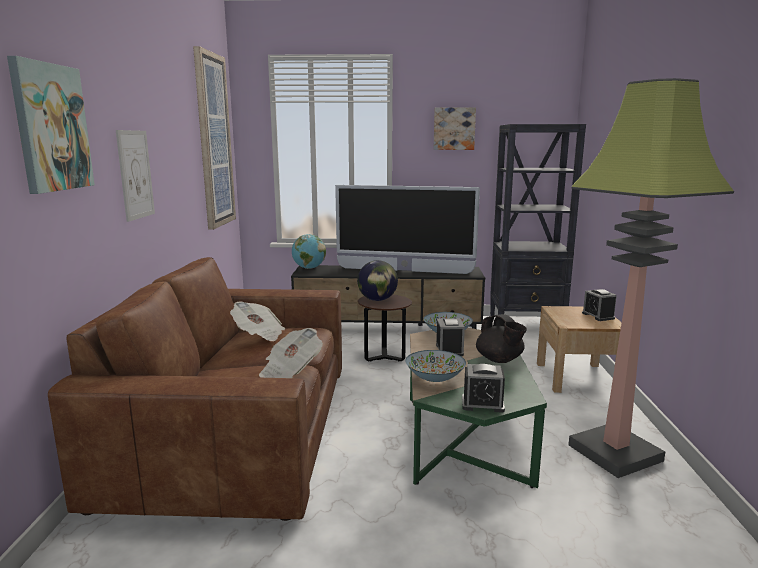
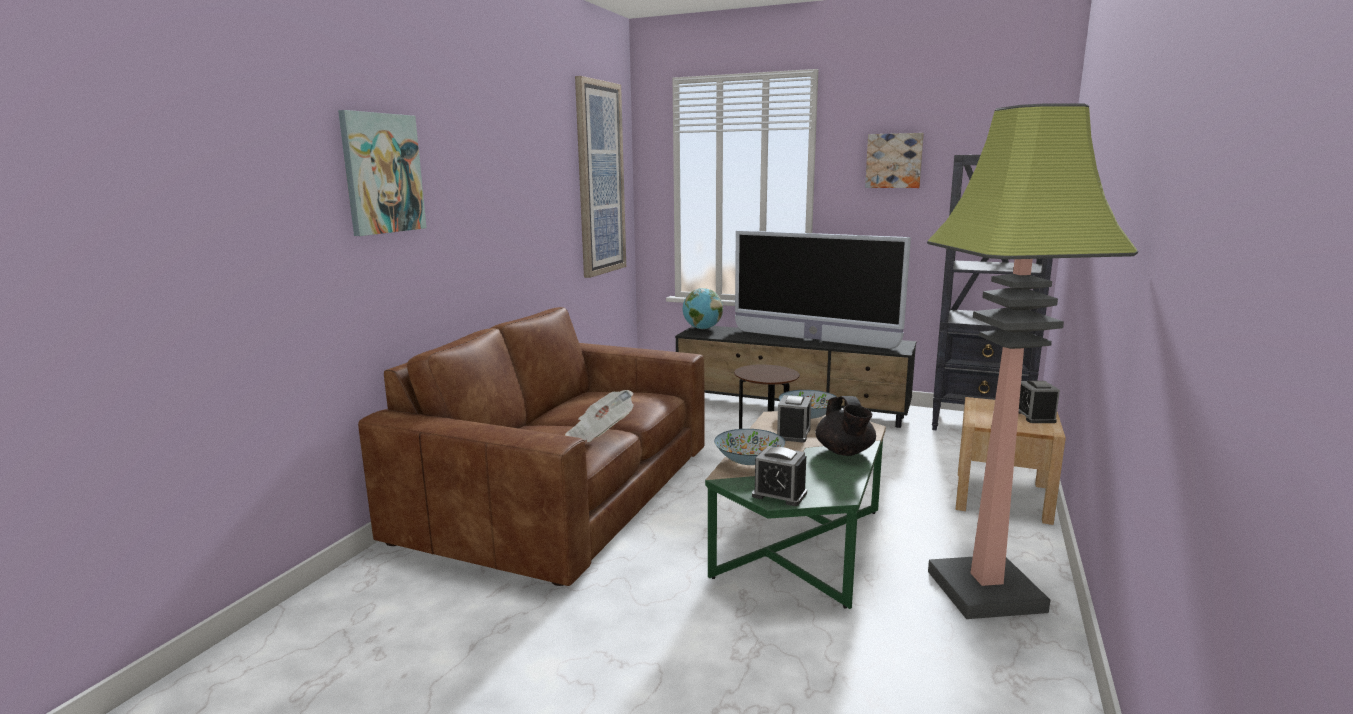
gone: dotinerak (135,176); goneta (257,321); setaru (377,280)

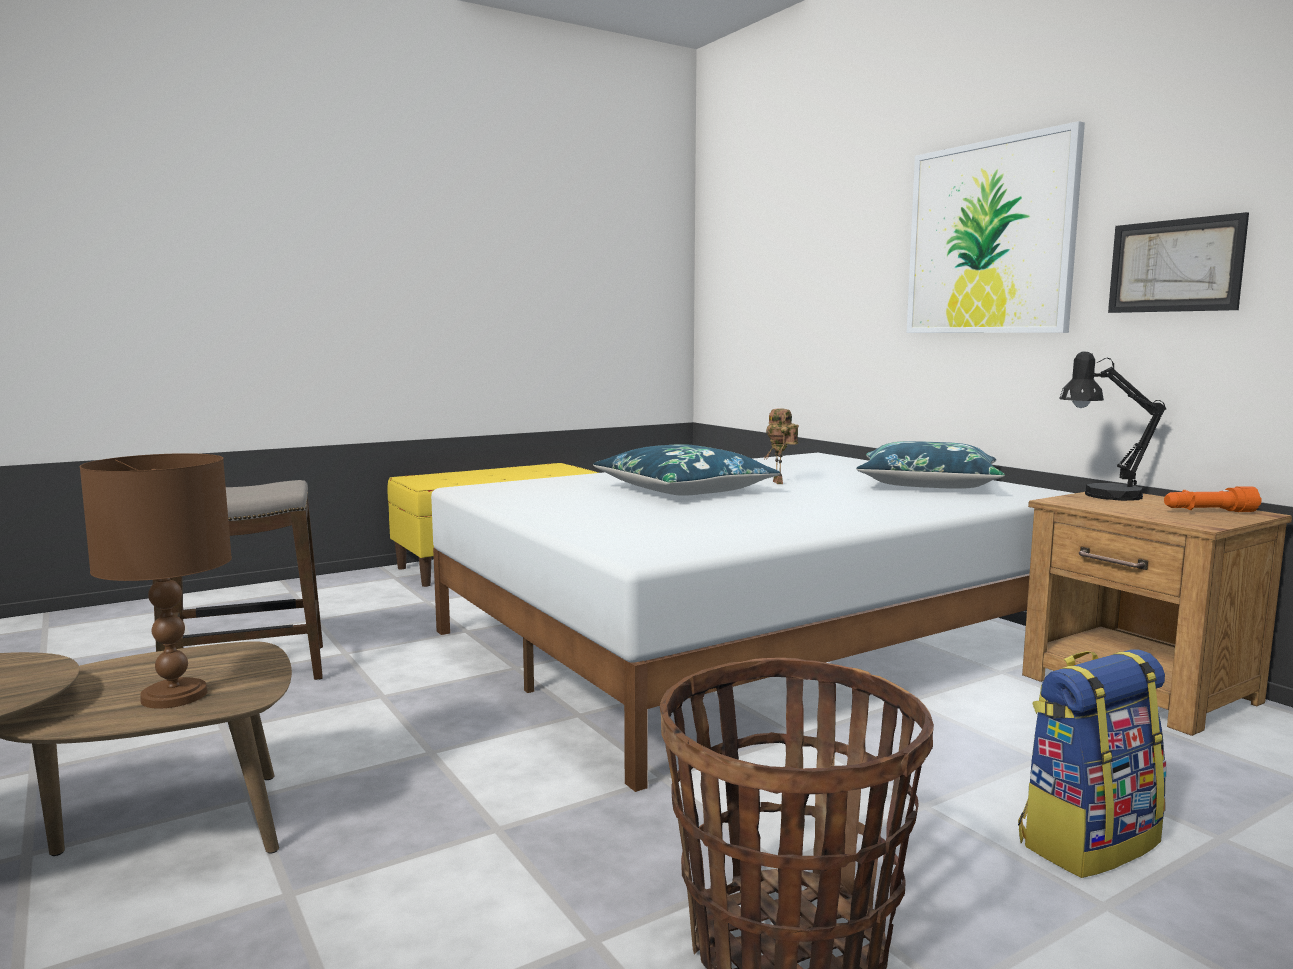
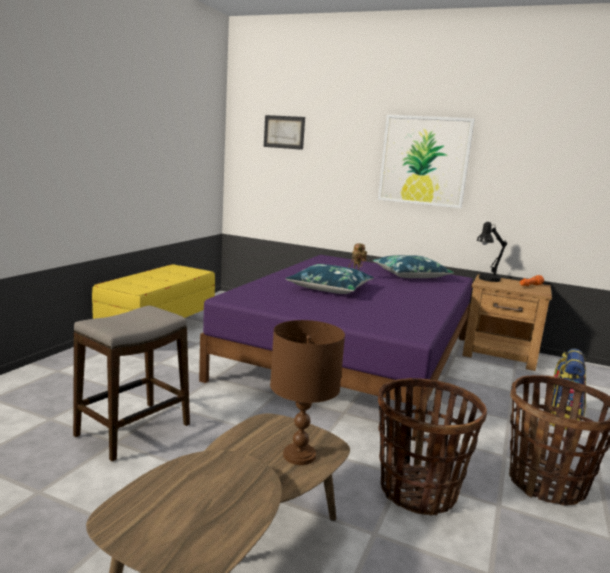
new: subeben (432,447)
shifted: dotinerak (1178,262) to (284,132)
repainted: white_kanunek (752,622) to purple_kanunek (336,348)

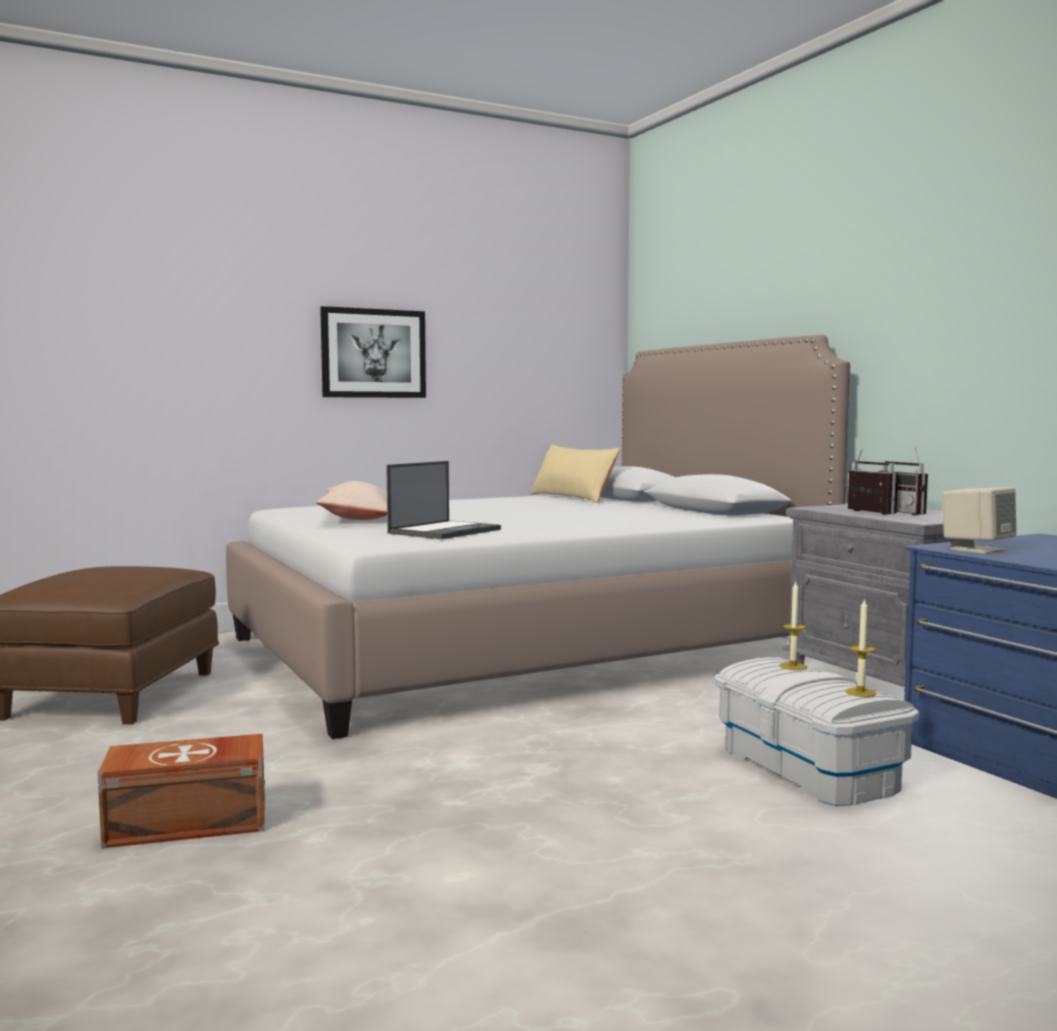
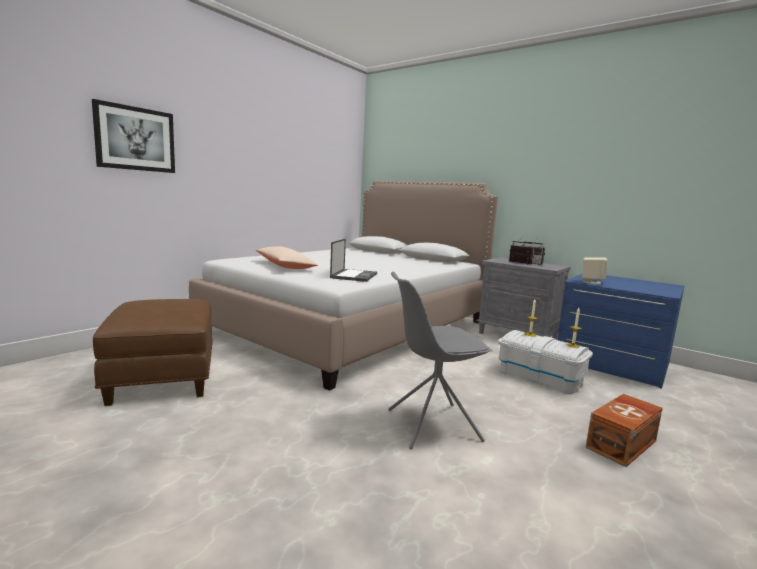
gone: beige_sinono (575,473)
new: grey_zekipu (440,360)
shifted: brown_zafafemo (181,791) to (624,430); dotinerak (373,352) to (133,136)

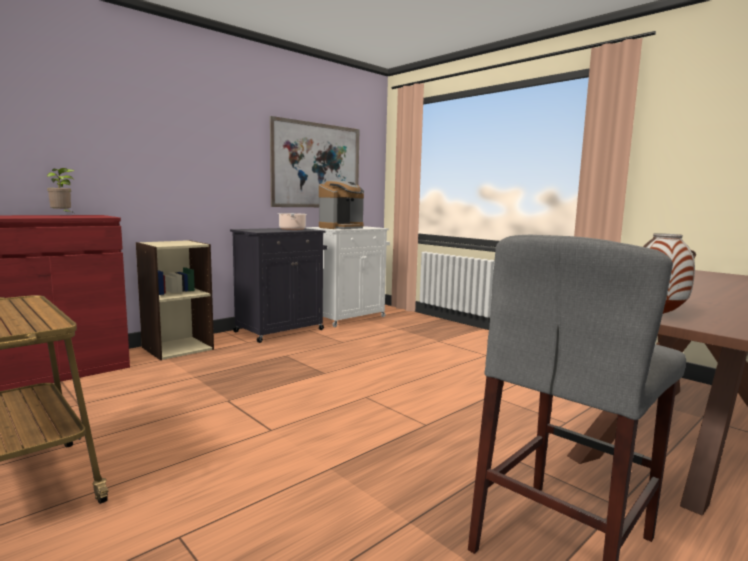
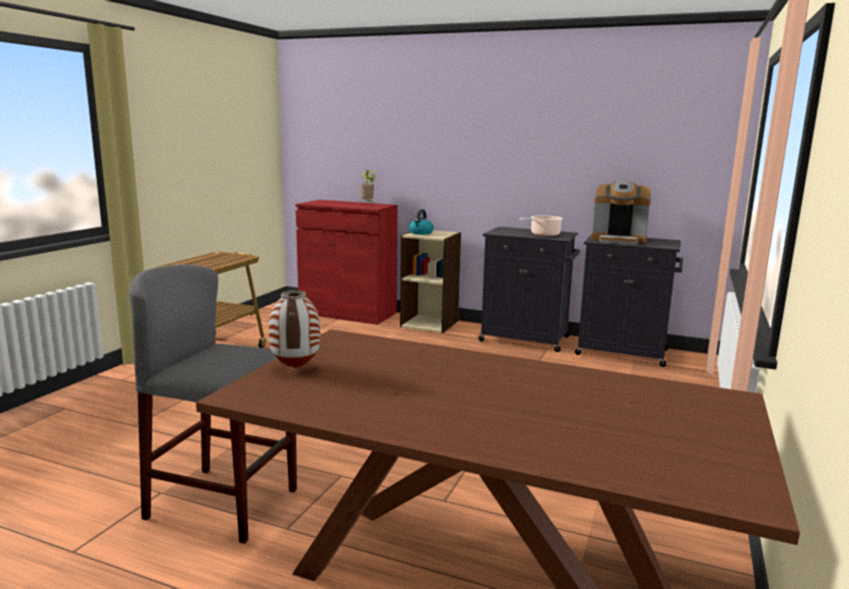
gone: dotinerak (314,161)
new: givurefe (421,222)
repainted: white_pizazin (348,276) to black_pizazin (629,300)

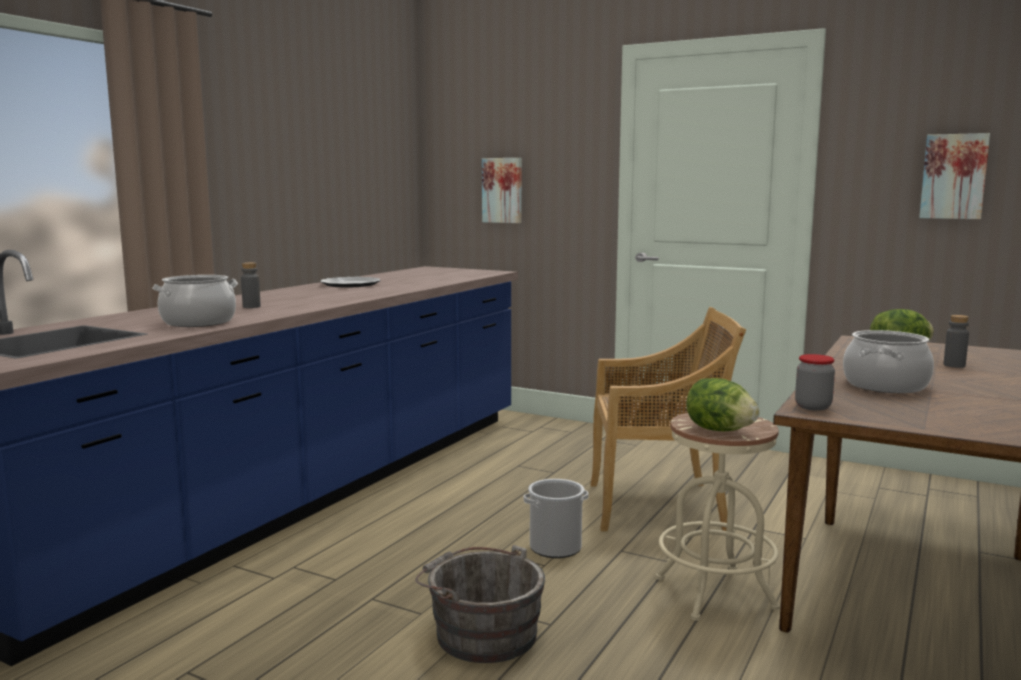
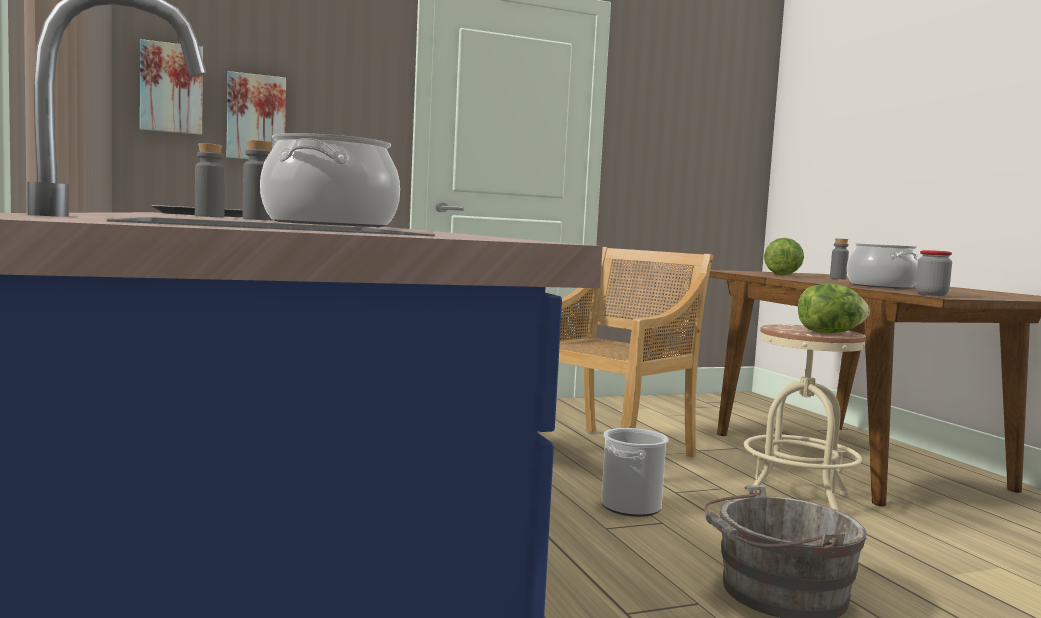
new: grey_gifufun (210,180)
shifted: dotinerak (954,176) to (171,87)

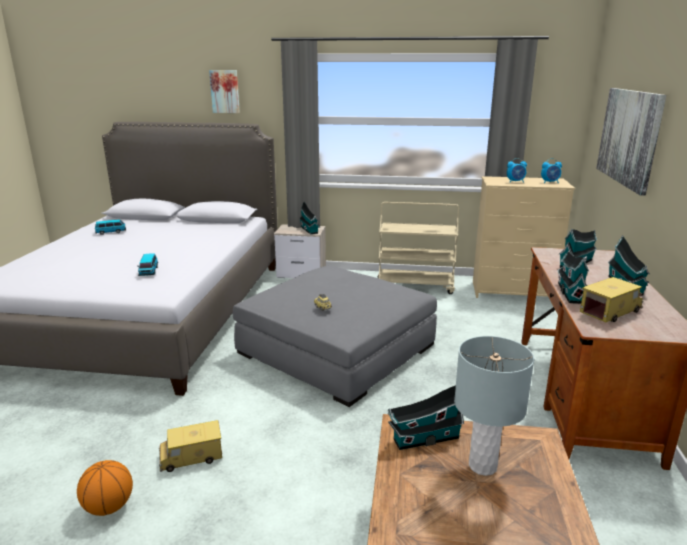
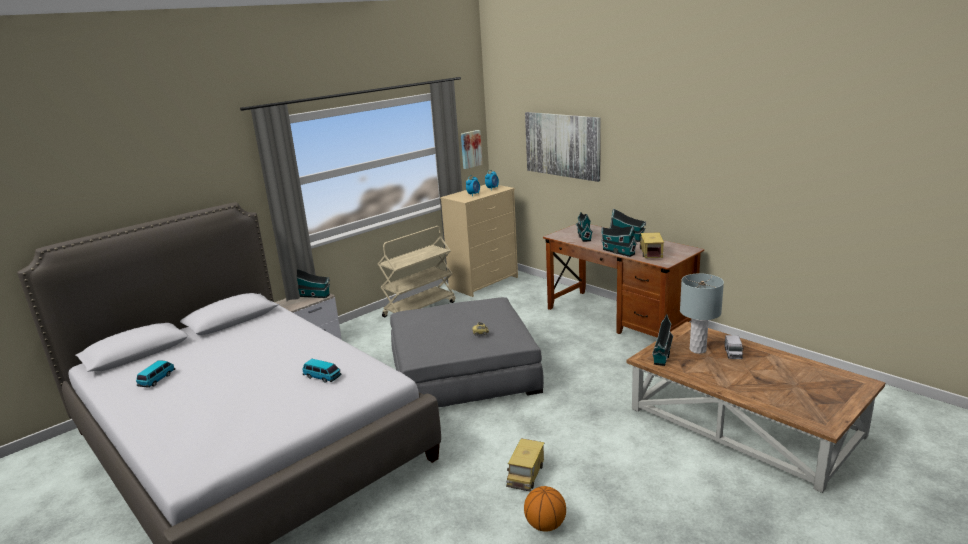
new: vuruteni (734,347)
shifted: dotinerak (224,91) to (471,149)

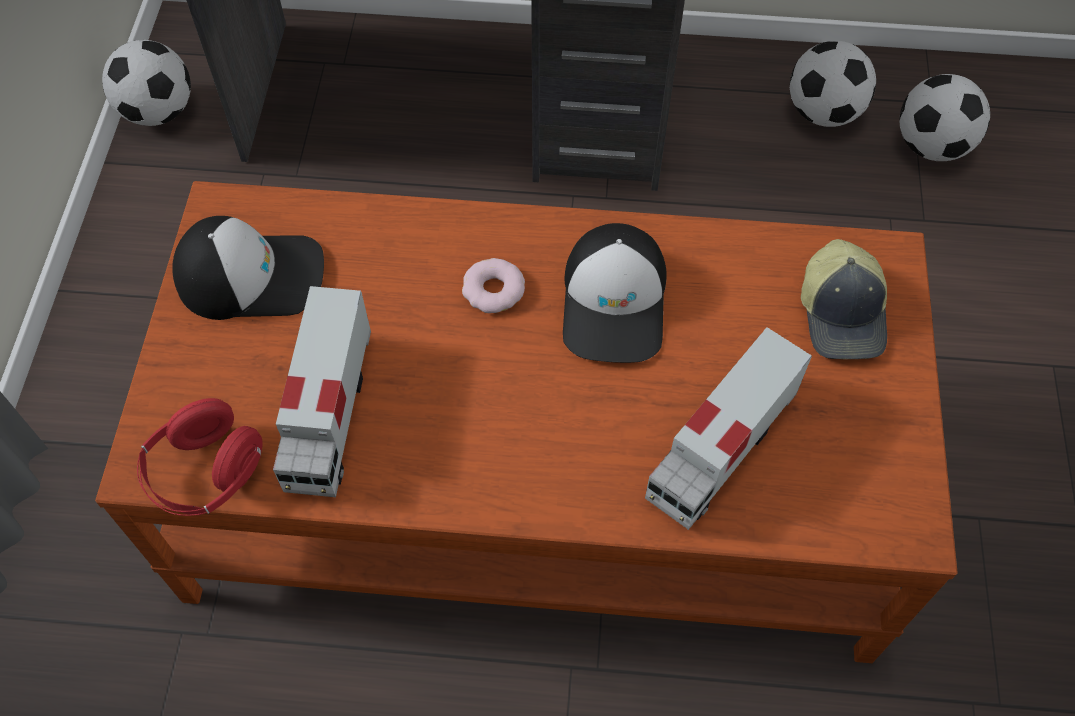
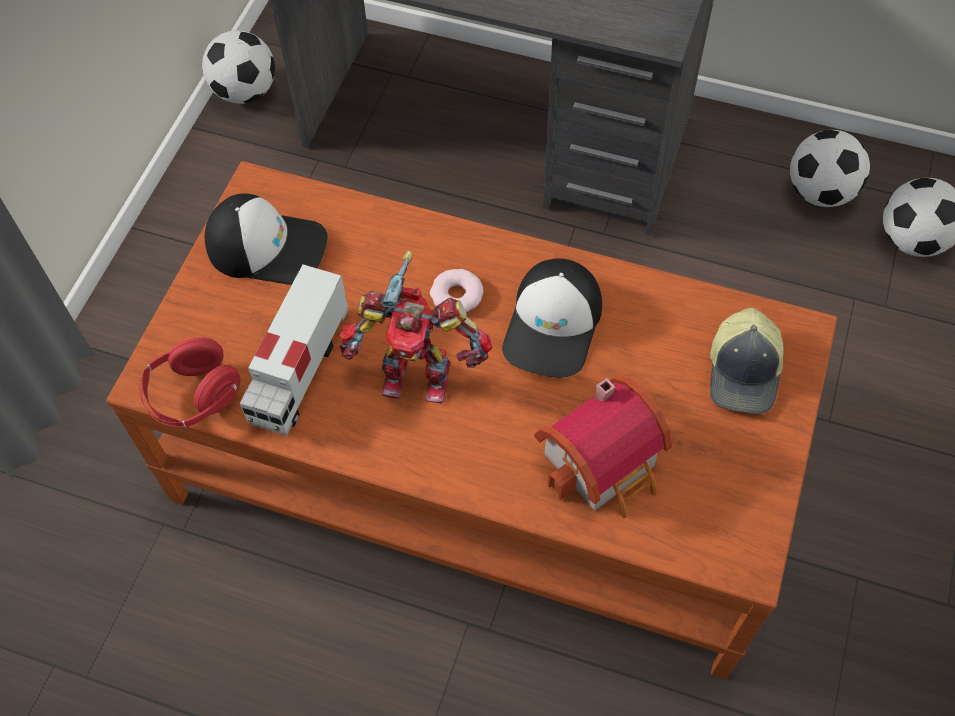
new: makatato (416,327)
swapped: vuruteni (728,428) to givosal (603,446)

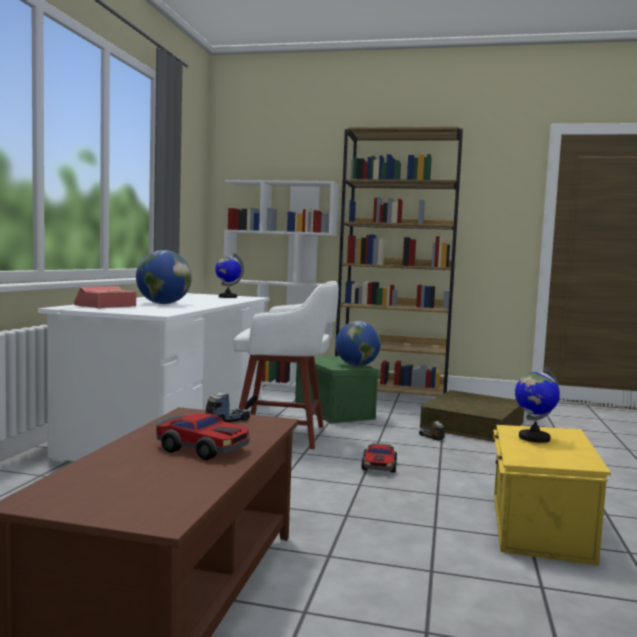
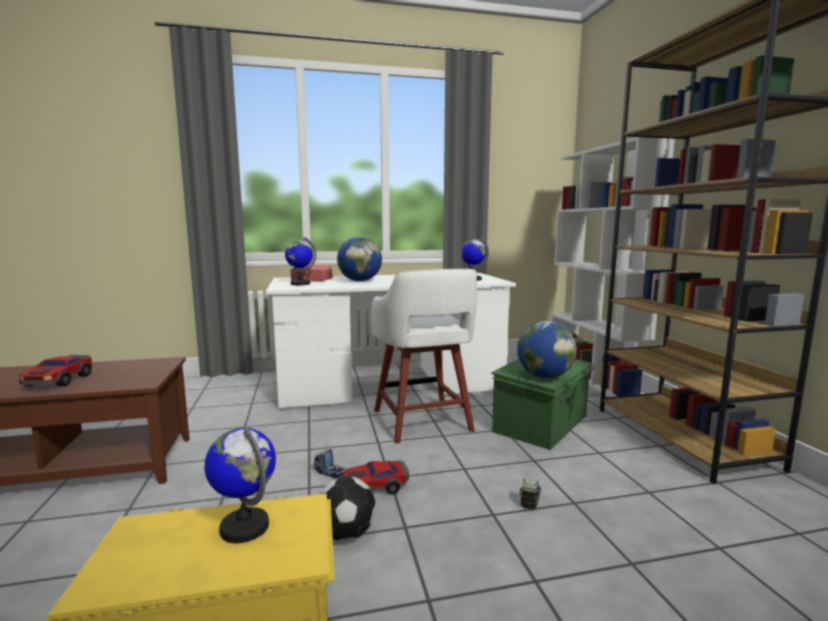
gone: brown_zafafemo (472,416)
new: setaru (301,261); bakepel (348,508)
shifted: vuruteni (228,406) to (330,464)

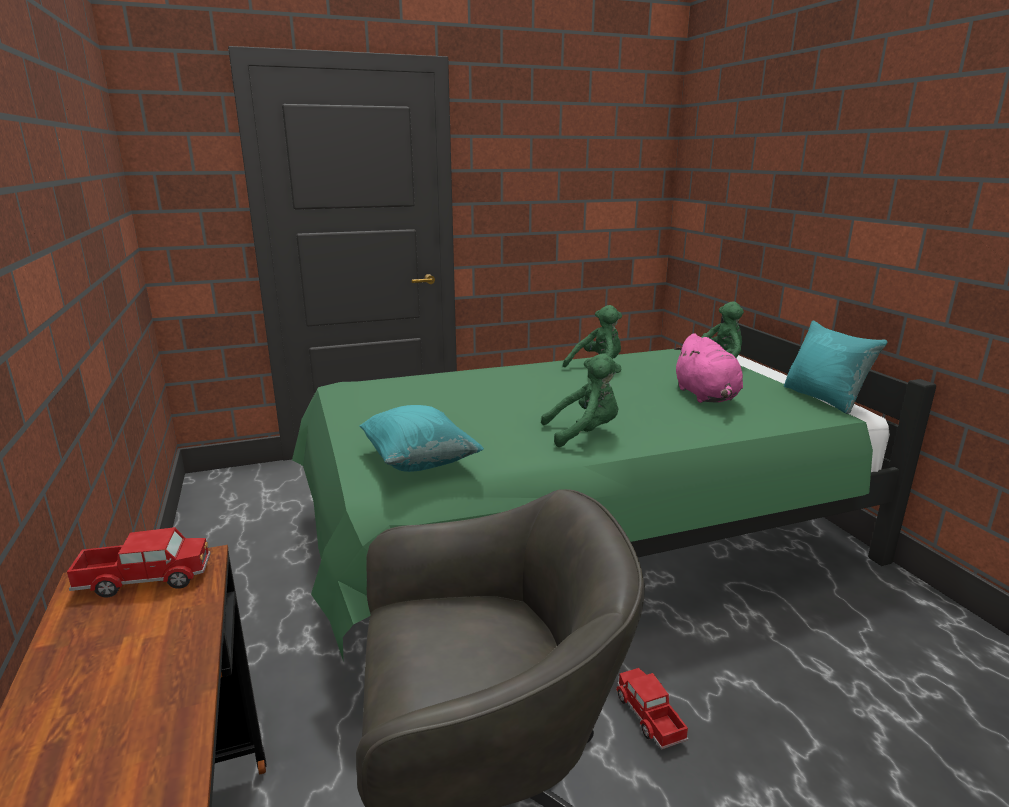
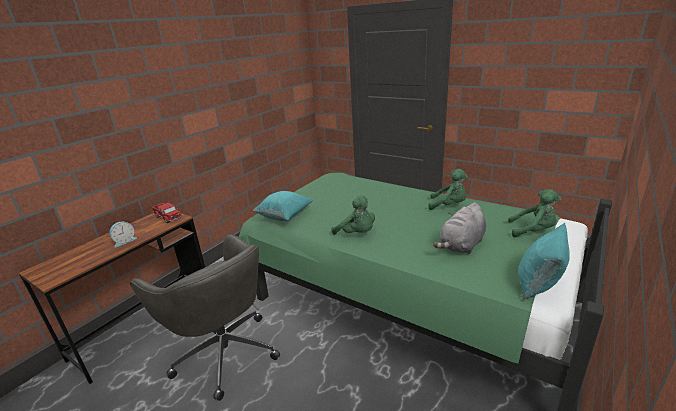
gone: vuruteni (652,709)
new: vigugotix (123,234)
repainted: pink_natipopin (708,368) to grey_natipopin (459,228)

